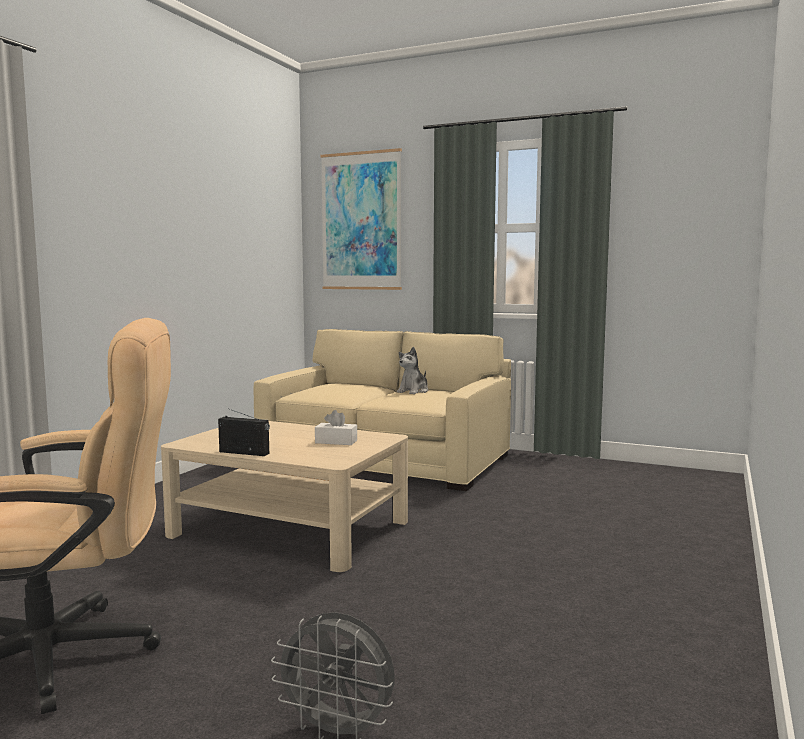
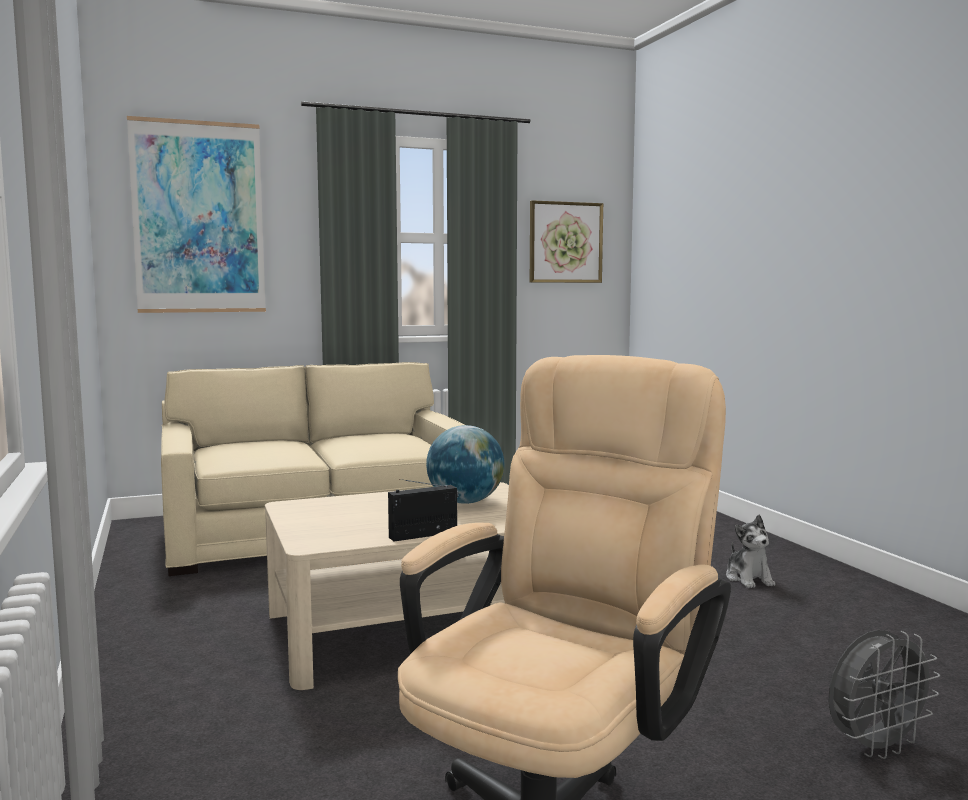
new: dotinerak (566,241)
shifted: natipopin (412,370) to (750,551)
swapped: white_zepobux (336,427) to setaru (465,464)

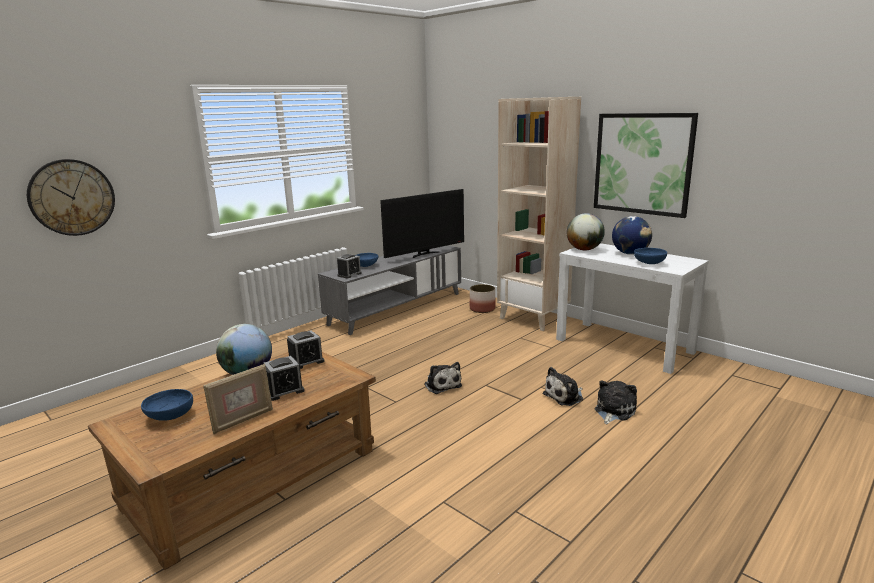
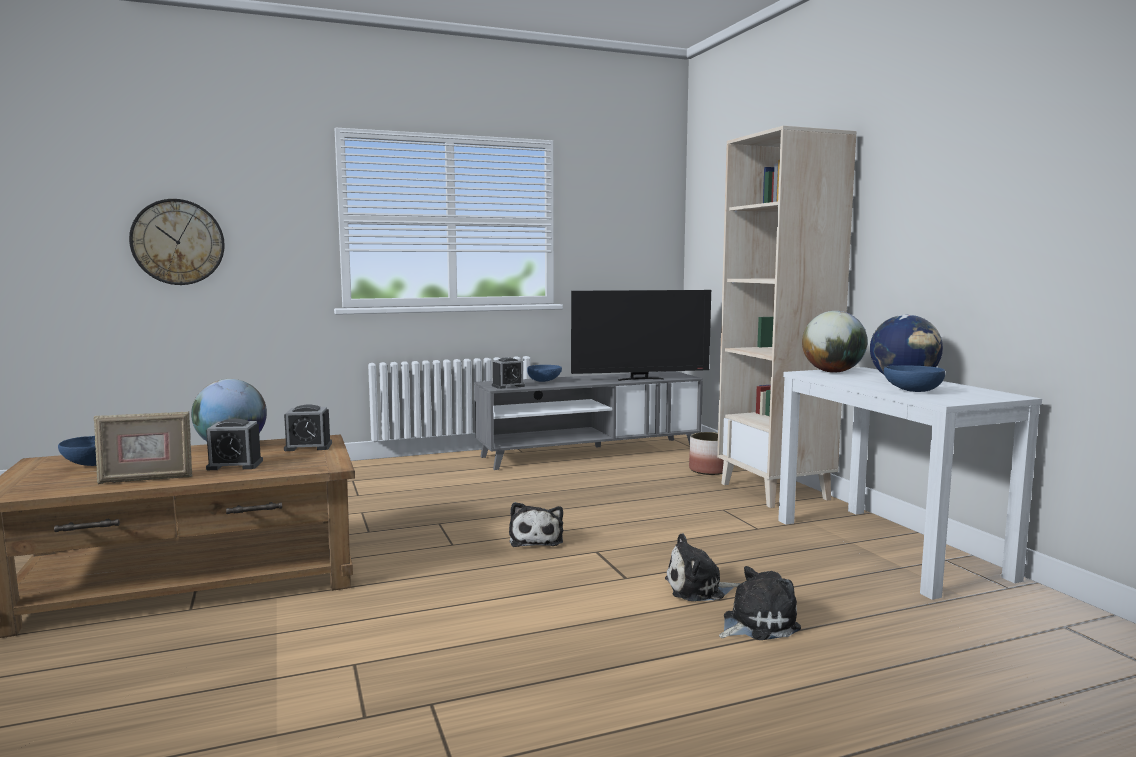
gone: dotinerak (646,165)

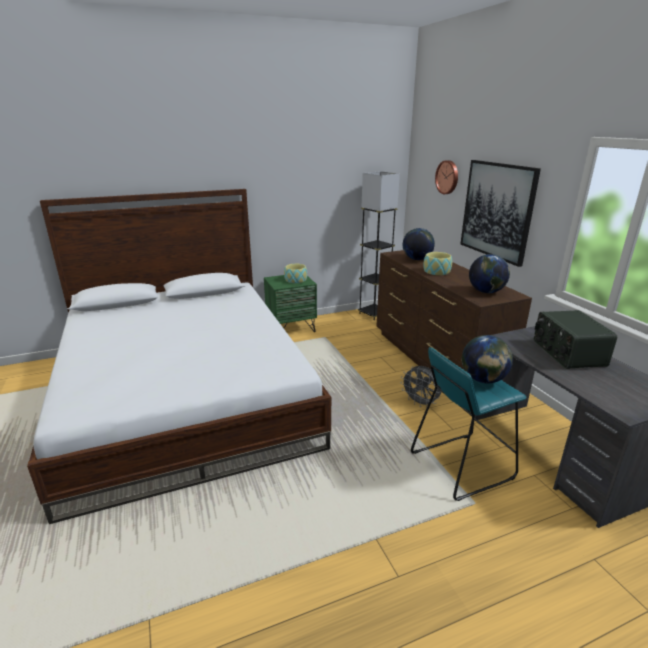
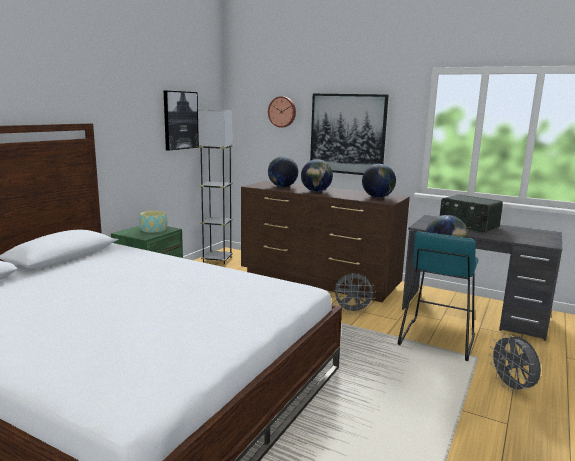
new: dotinerak (181,121); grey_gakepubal (515,364)
swapped: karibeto (437,263) to setaru (317,175)

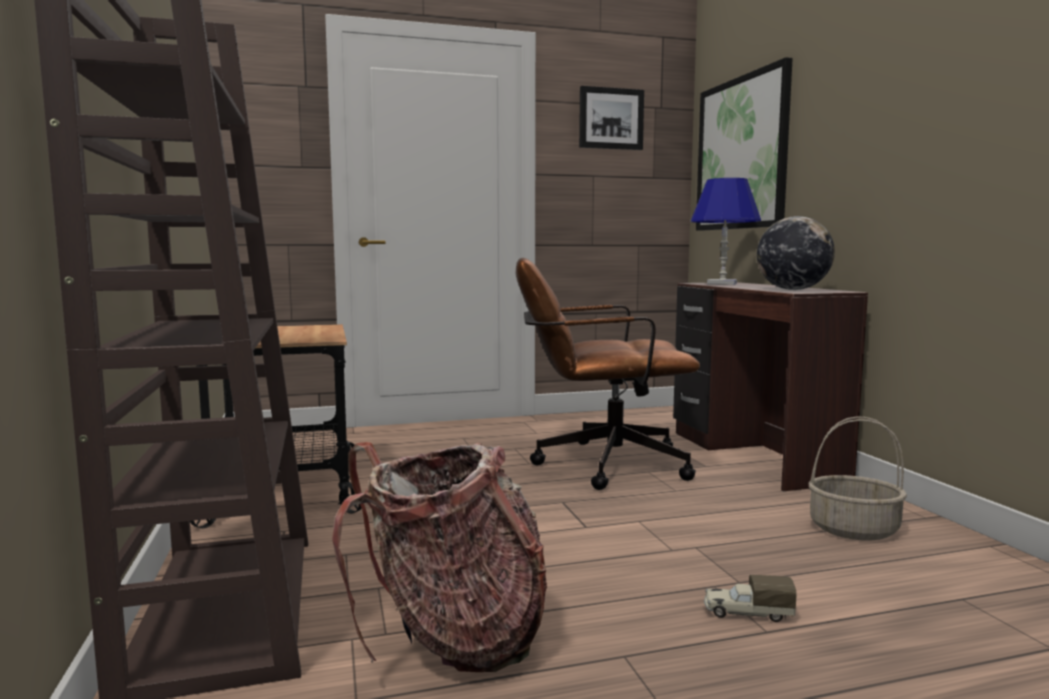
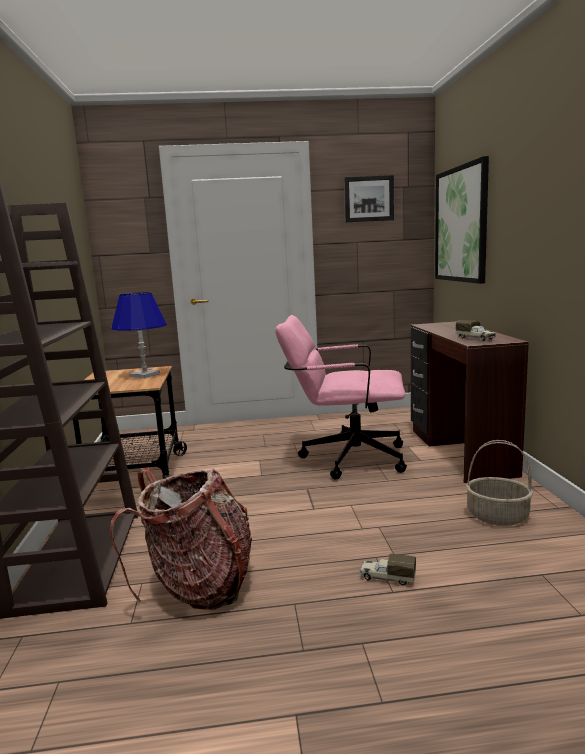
shifted: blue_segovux (726,231) to (139,335)
swapped: setaru (796,253) to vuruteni (476,330)
repainted: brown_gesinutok (608,374) to pink_gesinutok (341,397)

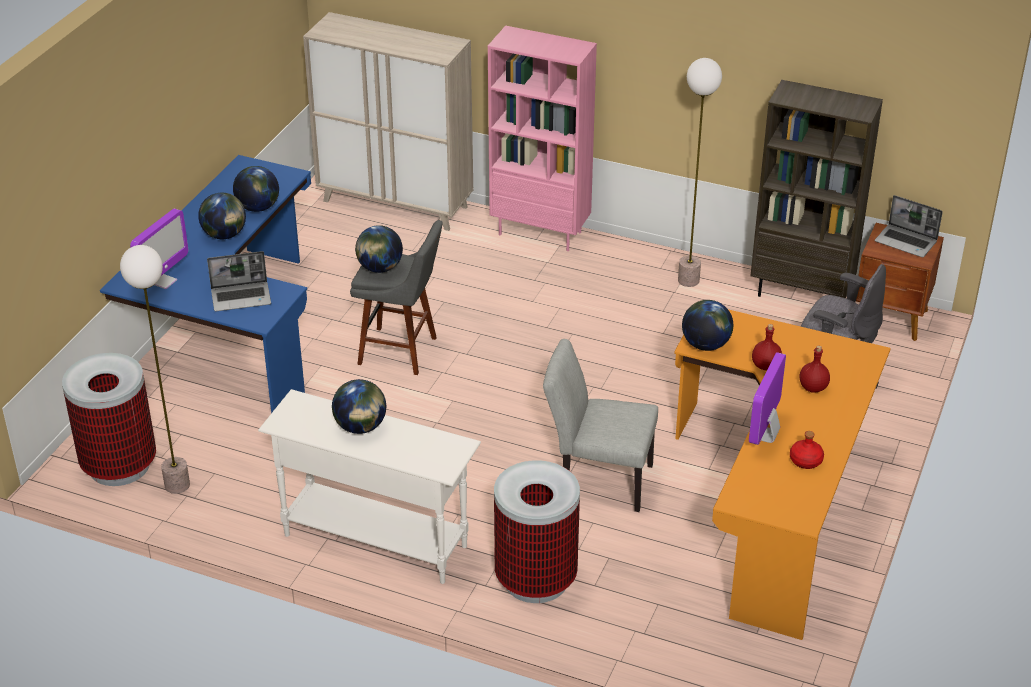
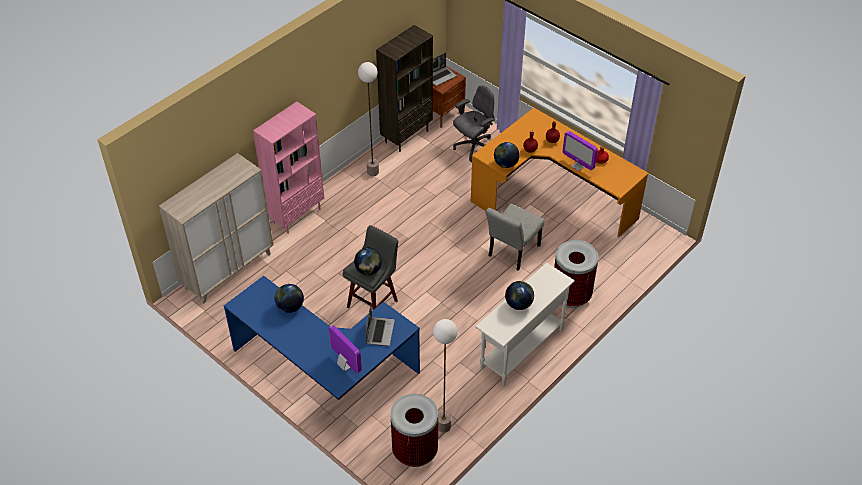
gone: setaru (222,216)

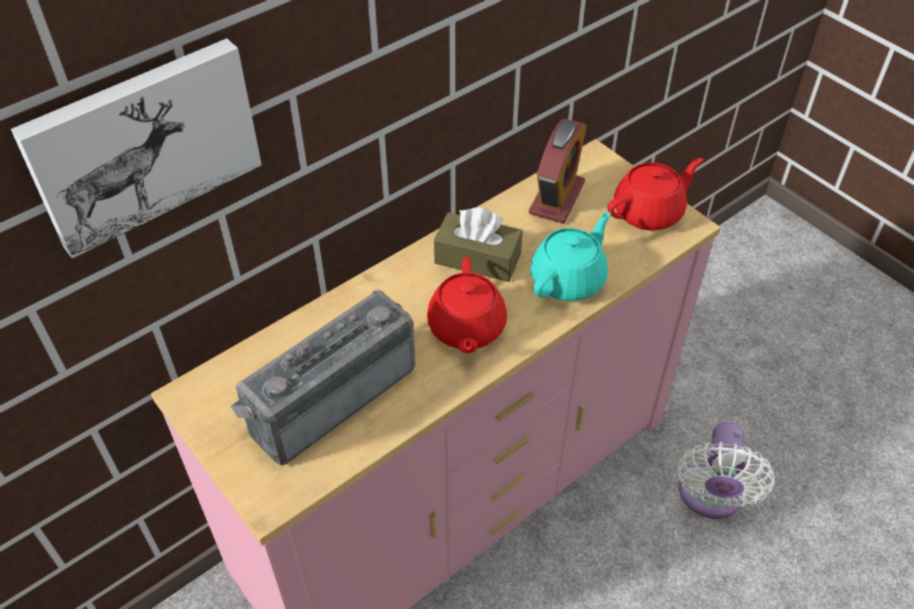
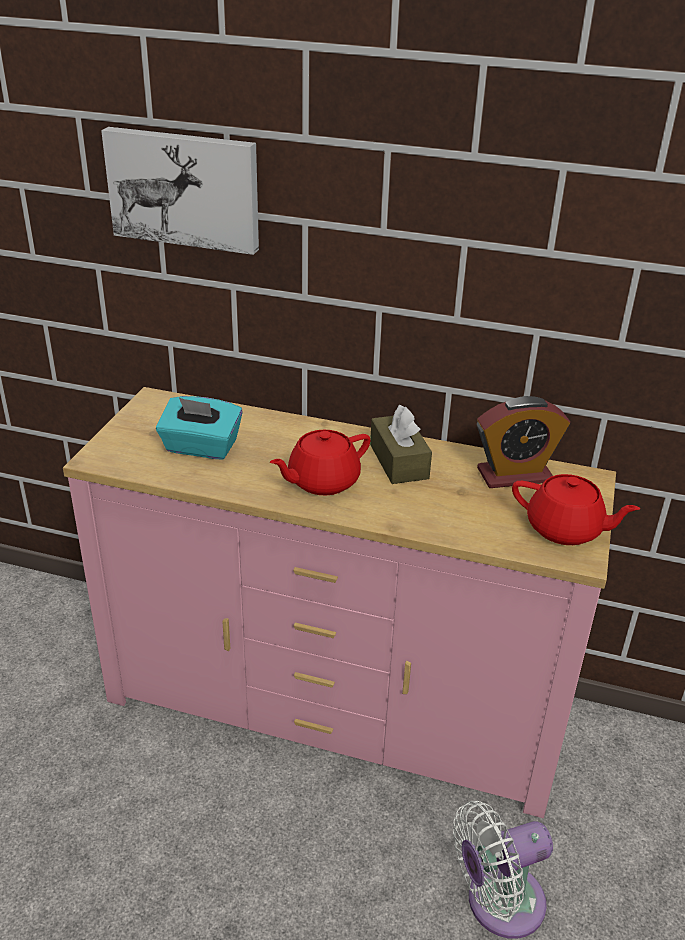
gone: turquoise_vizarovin (571,256)
swapped: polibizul (322,378) to turquoise_zepobux (199,428)

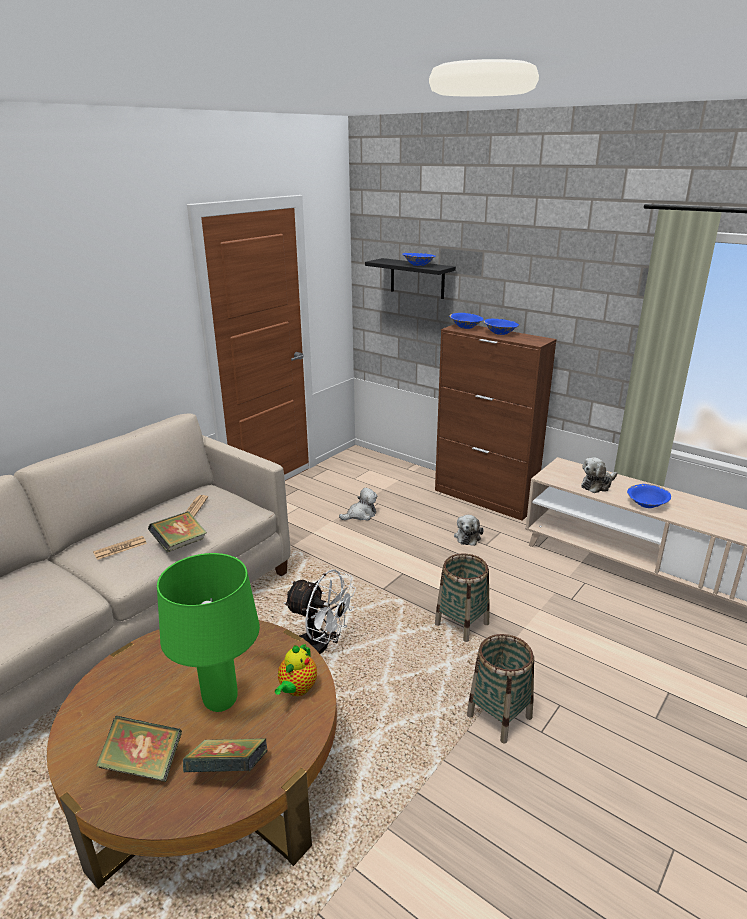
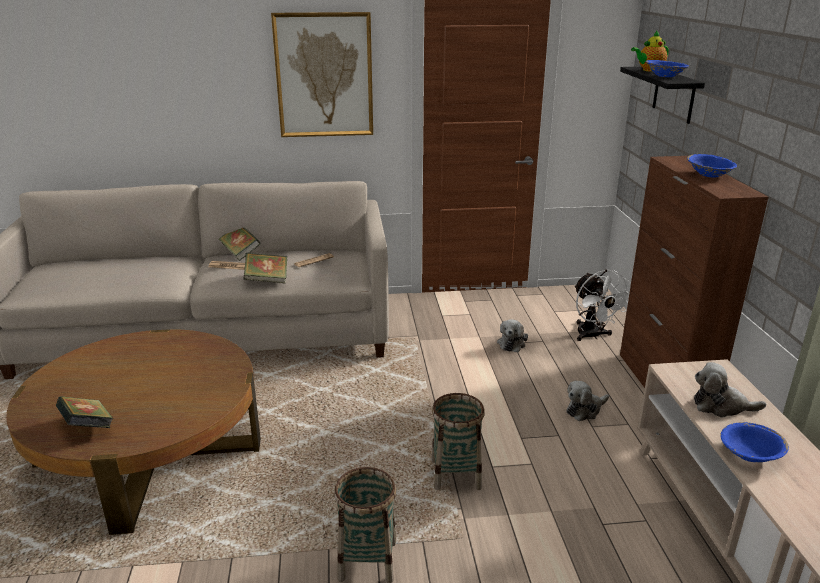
gone: green_segovux (208,632); blue_karibeto (466,321)
new: dotinerak (322,74)
shifted: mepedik (139,749) to (240,244); vizarovin (296,669) to (650,51); white_gakepubal (320,611) to (602,305)
rotated: natipopin (358,504) = (512,335) 90 degrees clockwise

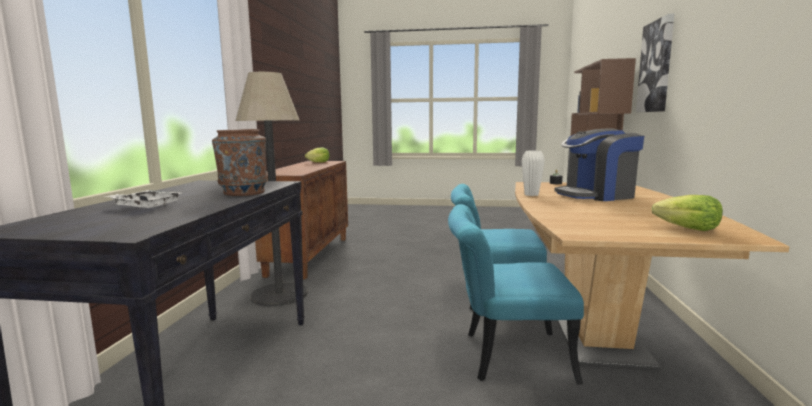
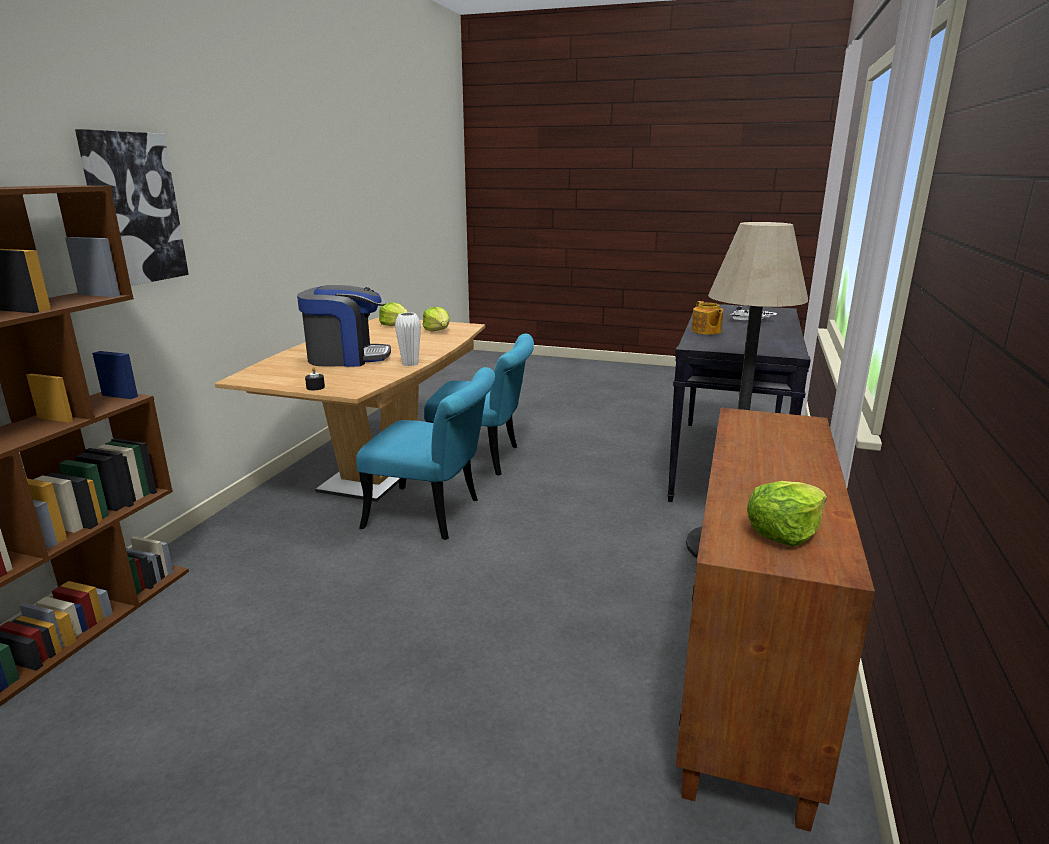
new: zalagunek (436,319)
swapped: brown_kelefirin (239,162) to vizarovin (707,318)

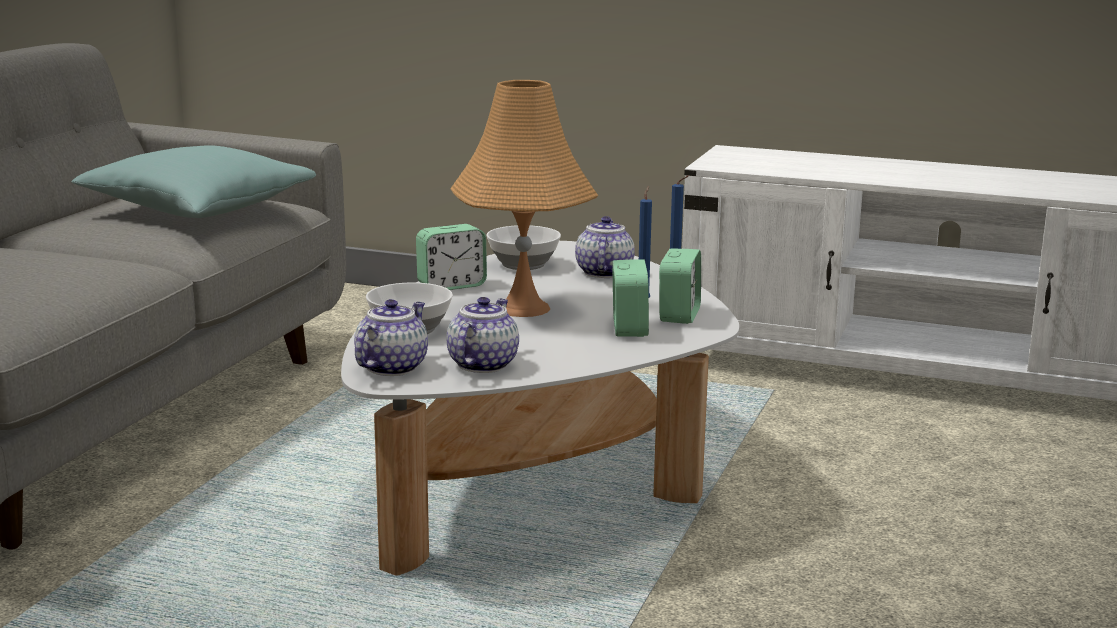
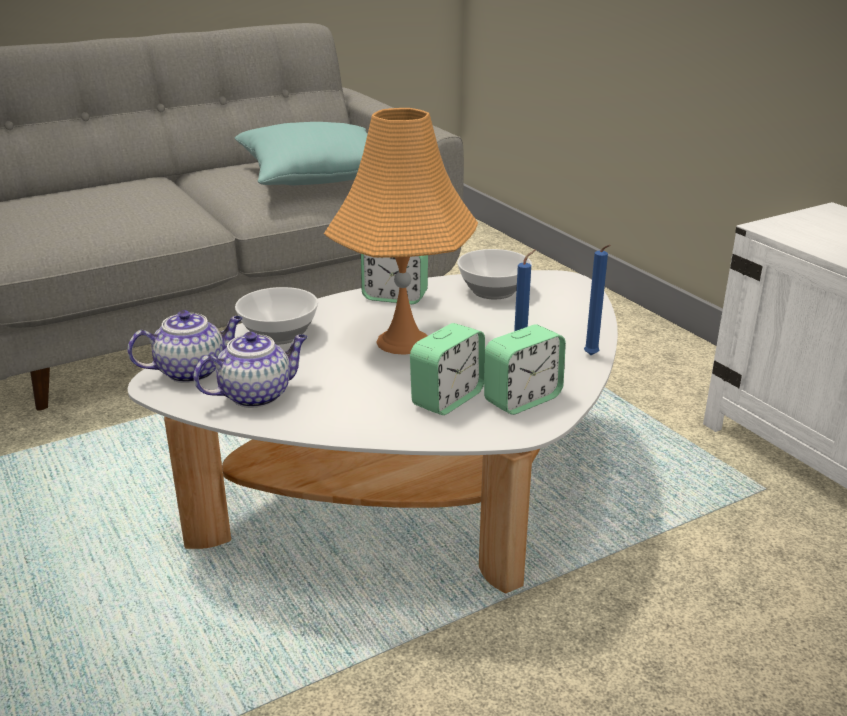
gone: vizarovin (605,247)

